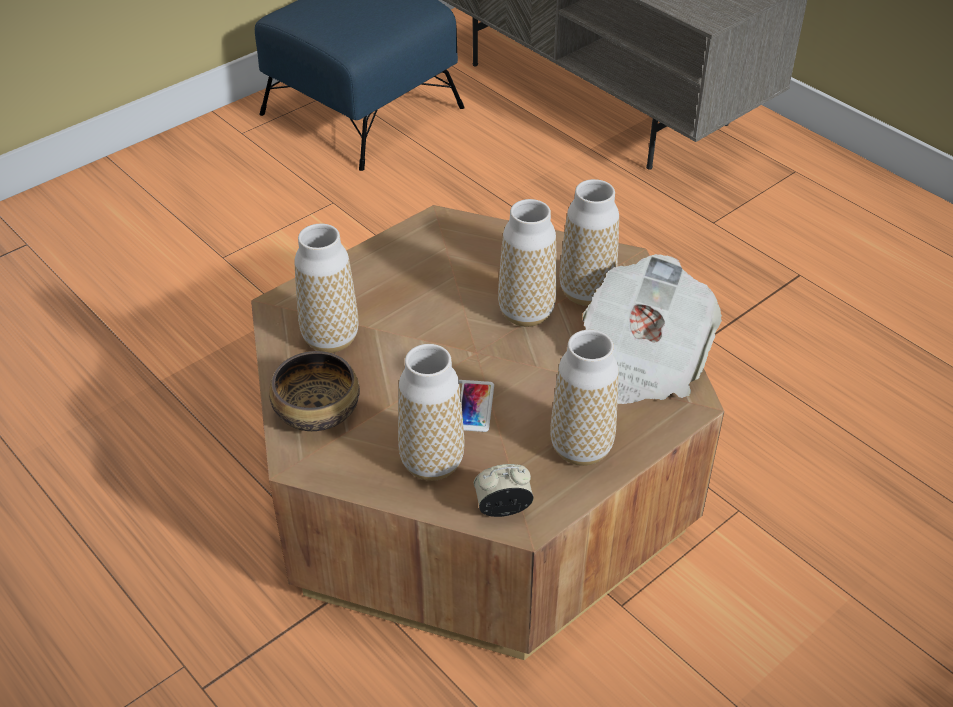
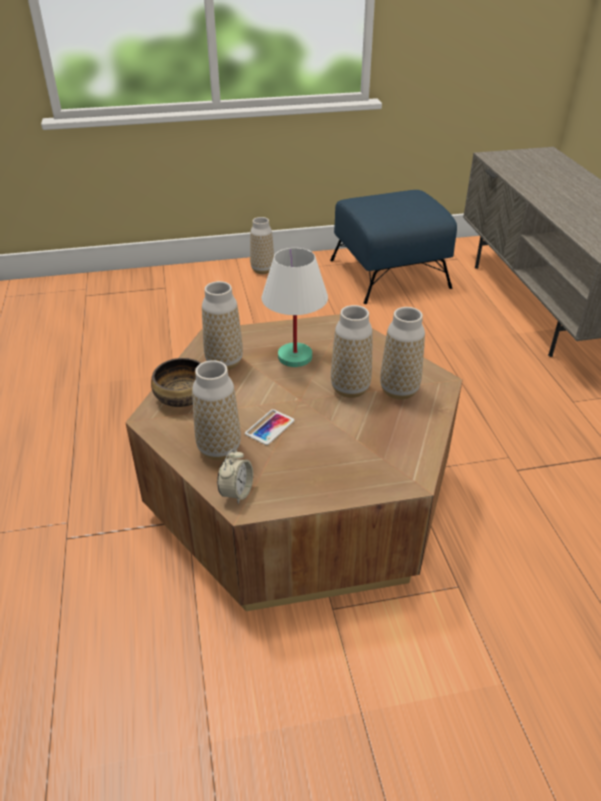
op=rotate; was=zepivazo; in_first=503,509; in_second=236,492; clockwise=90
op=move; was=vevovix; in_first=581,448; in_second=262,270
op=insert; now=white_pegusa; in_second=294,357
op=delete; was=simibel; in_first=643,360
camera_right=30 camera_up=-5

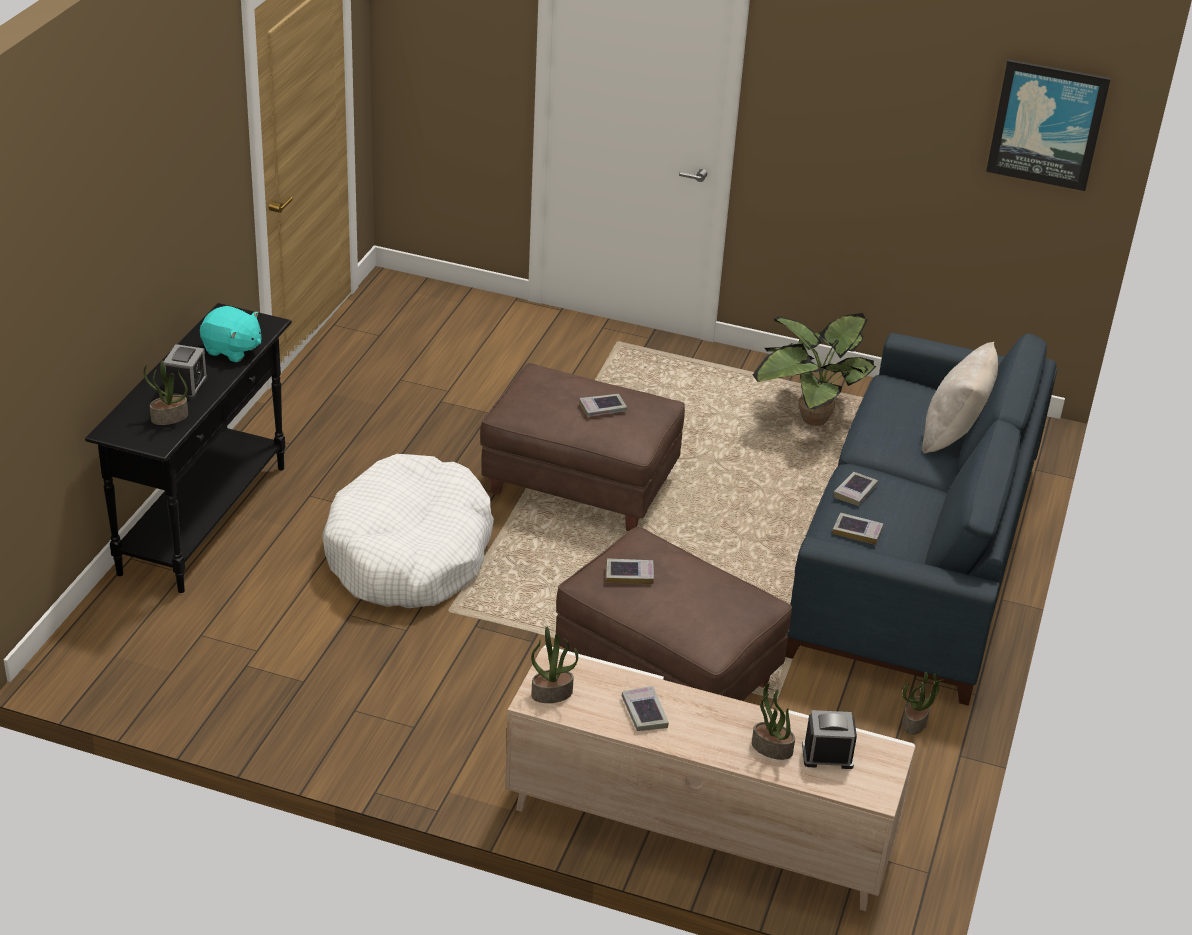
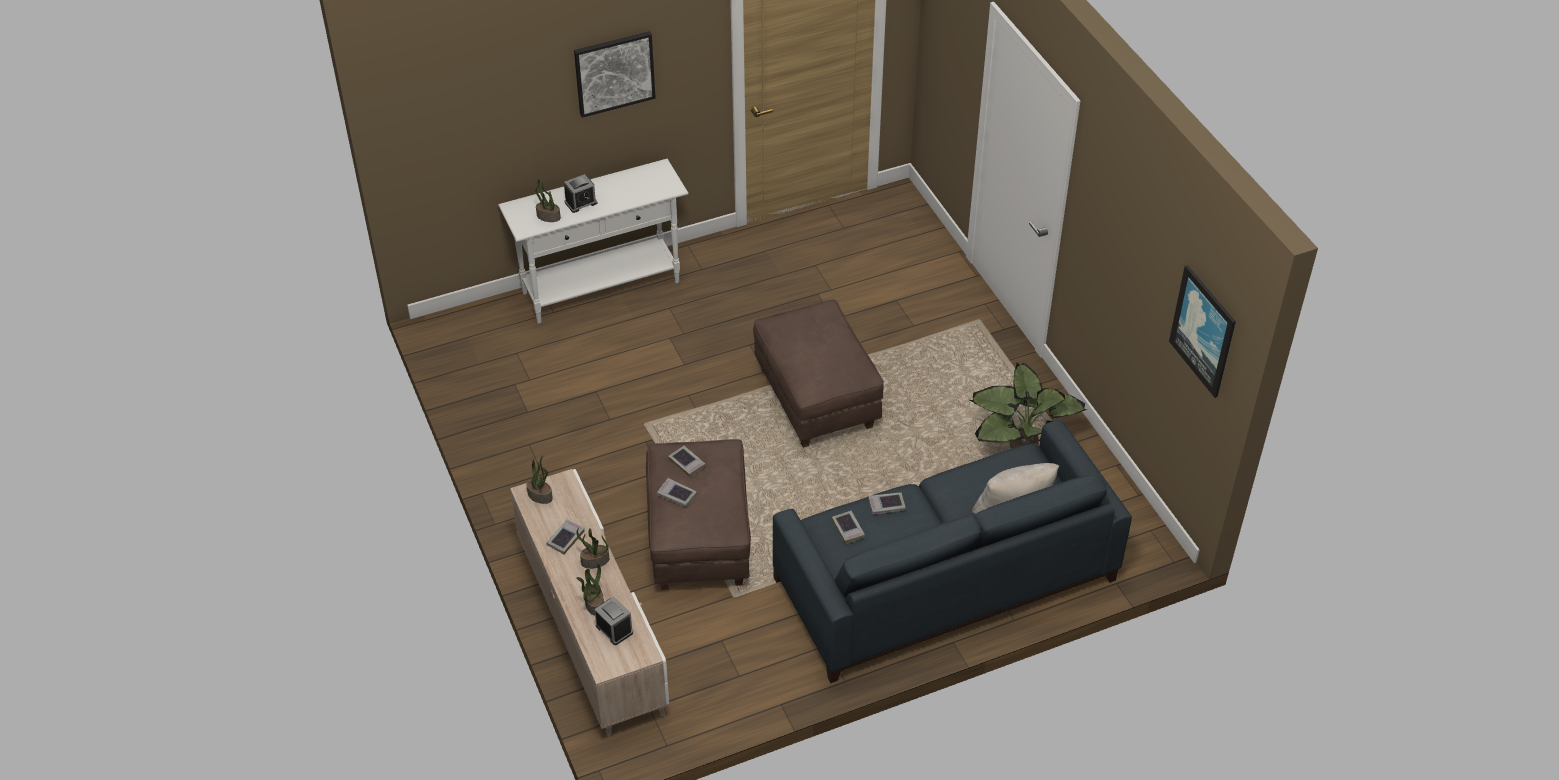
op=recolor; was=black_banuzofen; now=white_banuzofen; in_first=205,519; in_second=602,287
op=insert; now=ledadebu; in_second=614,73
op=move; was=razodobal; in_first=915,722; in_second=595,561
op=move; was=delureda; in_first=602,408; in_second=676,495
op=delete; was=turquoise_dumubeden; in_first=232,350
op=delete; was=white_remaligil; in_first=409,553
camera_right=50 camera_up=10

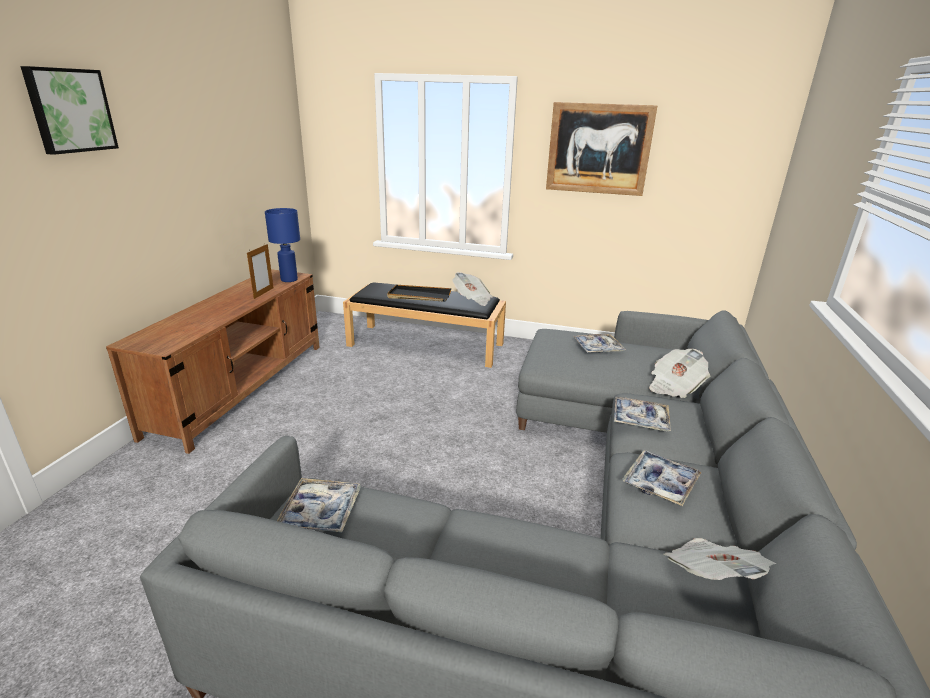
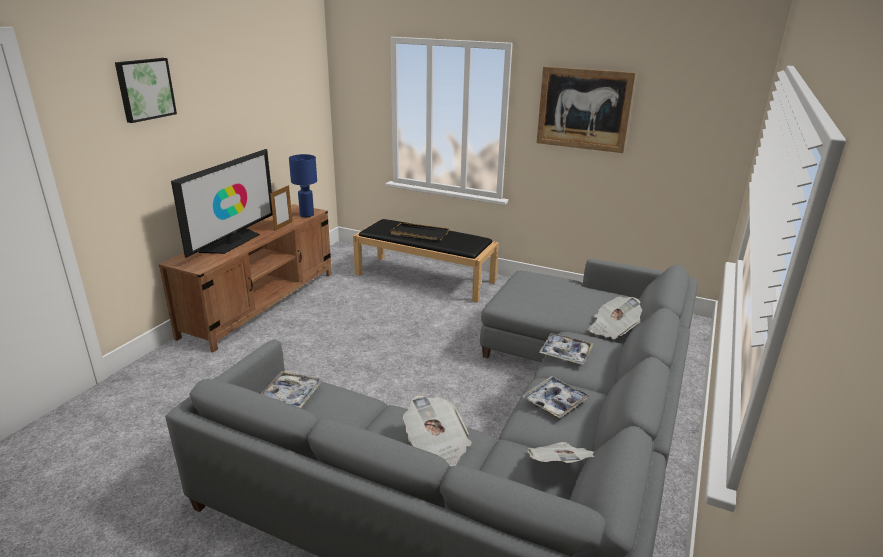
op=insert; now=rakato; in_second=233,242
op=move; was=simibel; in_first=472,299; in_second=437,445
op=delete; was=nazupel; in_first=598,348
camera_right=10 camera_up=0

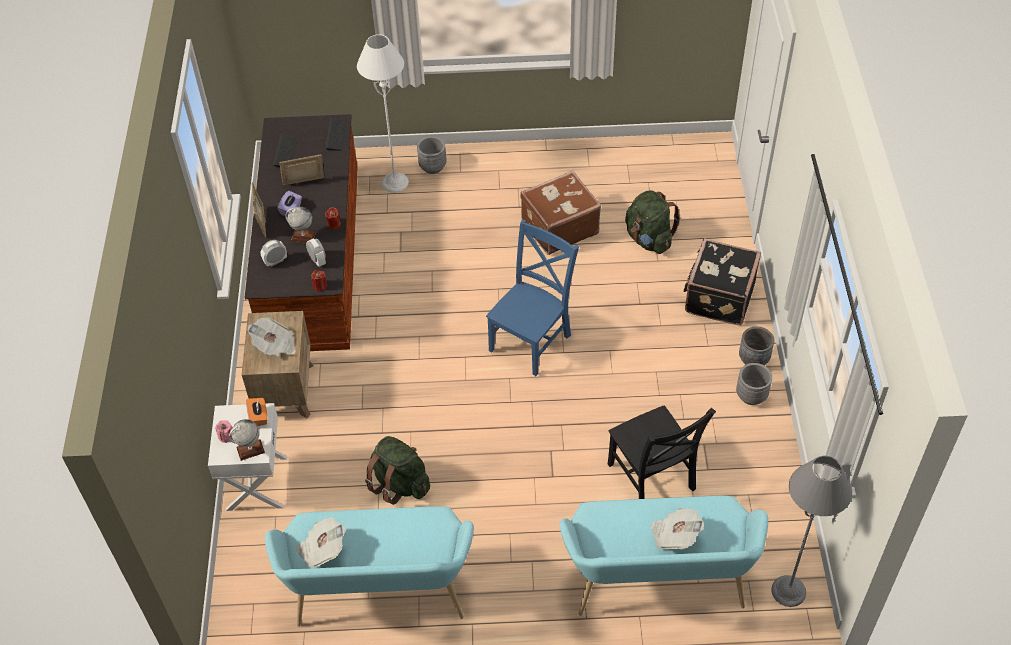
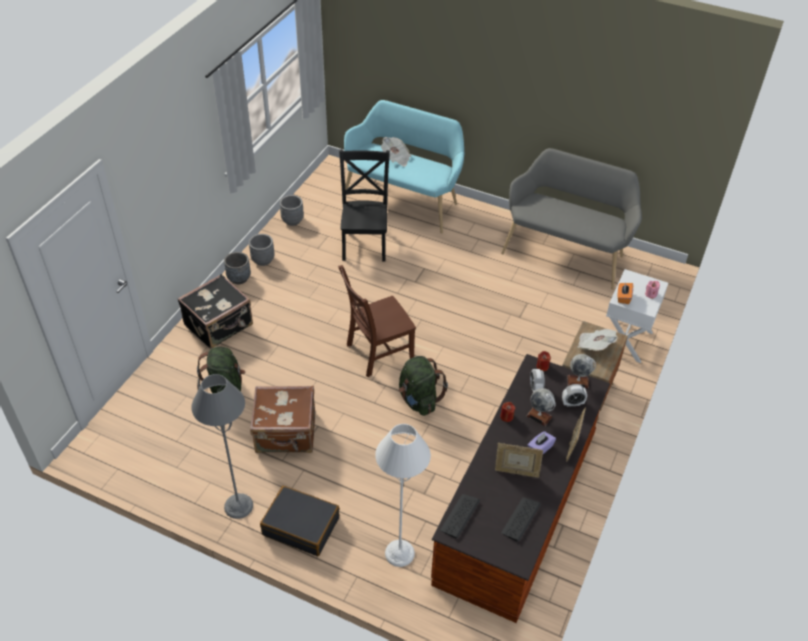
op=move; was=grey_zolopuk; in_first=788,591; in_second=238,506
op=insert; now=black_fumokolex; in_second=301,526
op=move; was=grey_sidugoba; in_first=433,167; in_second=292,220
op=recolor; was=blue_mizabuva; now=brown_mizabuva; in_first=532,340; in_second=377,352
op=move; was=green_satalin; in_first=399,483; in_second=419,400
op=recolor; was=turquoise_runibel; now=grey_runibel; in_first=380,594; in_second=566,252
op=move; was=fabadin; in_first=250,450; in_second=578,381
op=delete; was=simibel; in_first=322,549
camera_right=-155 camera_up=-5

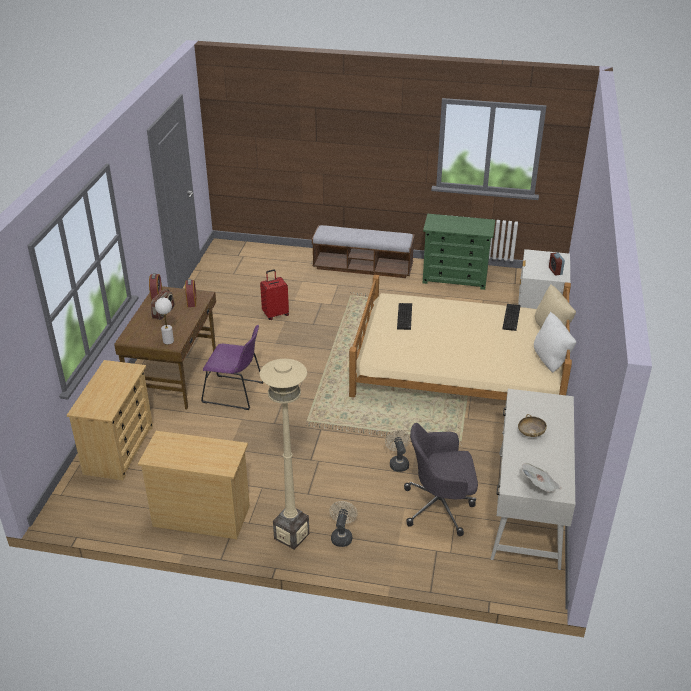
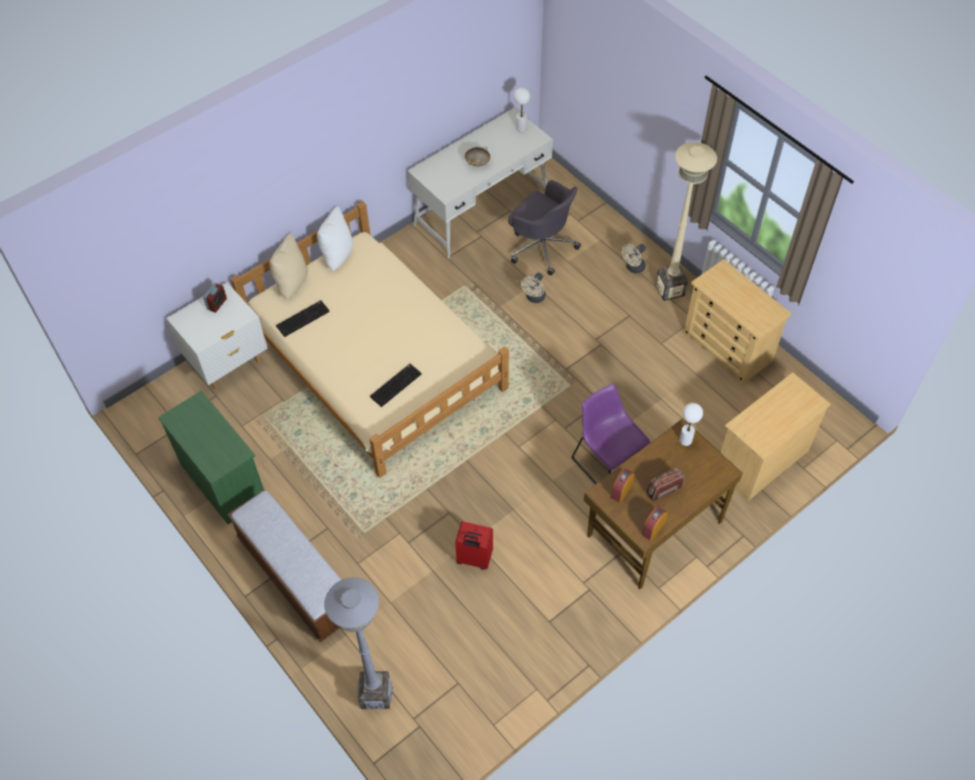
op=insert; now=grey_zolopuk; in_second=376,694
op=replace; was=simibel; now=white_pegusa; in_first=540,486; in_second=521,128
camera_right=-140 camera_up=20

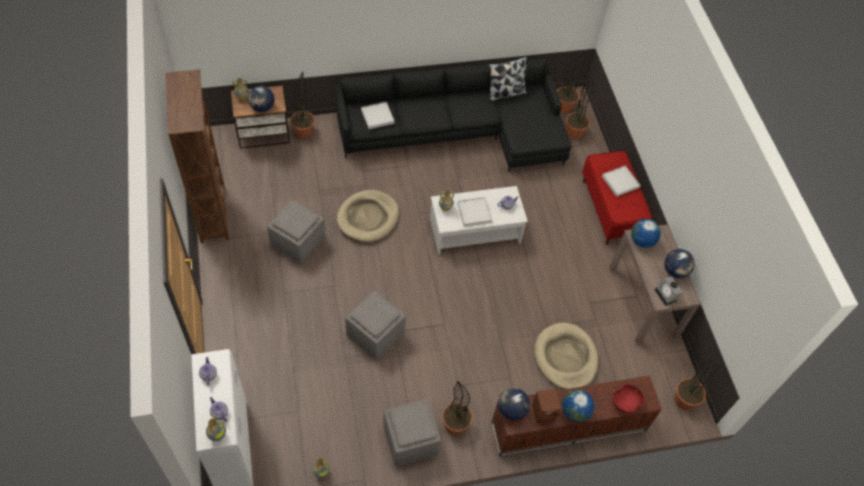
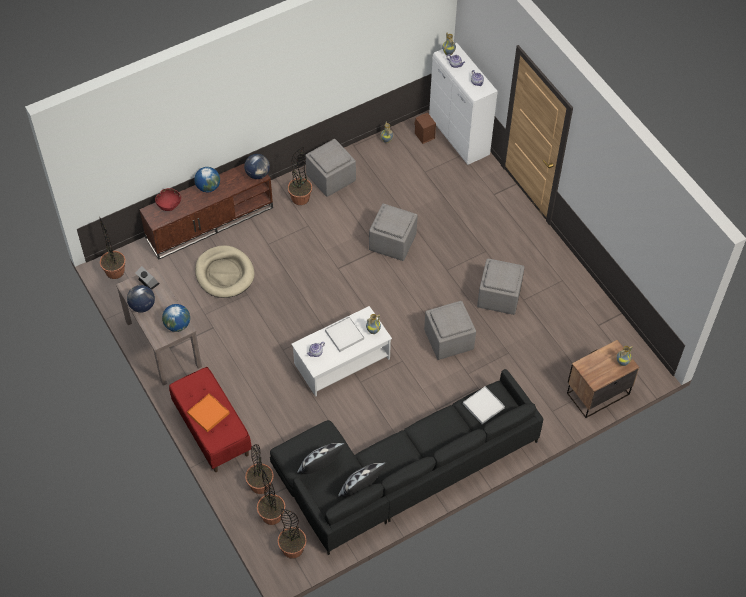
op=recolor; was=white_nazupel; now=orange_nazupel; in_first=620,182; in_second=208,413
op=move; was=razodobal; in_first=303,131; in_second=260,485
op=insert; now=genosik; in_second=320,466
op=move; was=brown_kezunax; in_first=544,412; in_second=424,136
op=replace; was=beige_remaligil; now=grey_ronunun; in_first=368,218; in_second=448,340
op=delete; was=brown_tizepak; in_first=213,214
op=delete; was=fabadin; in_first=262,108
camera_right=165 camera_up=0

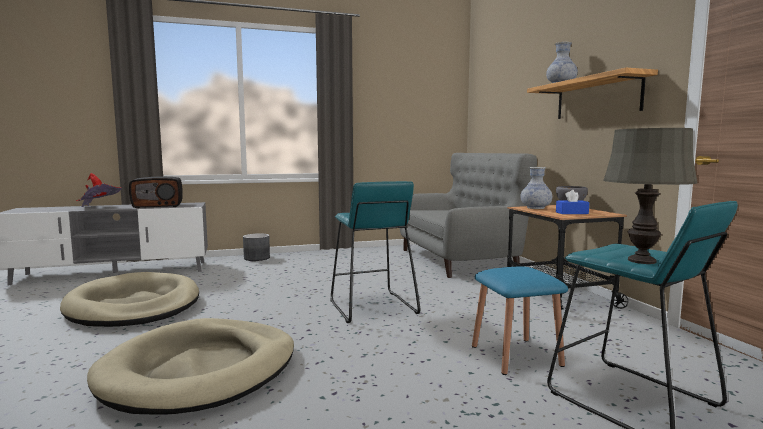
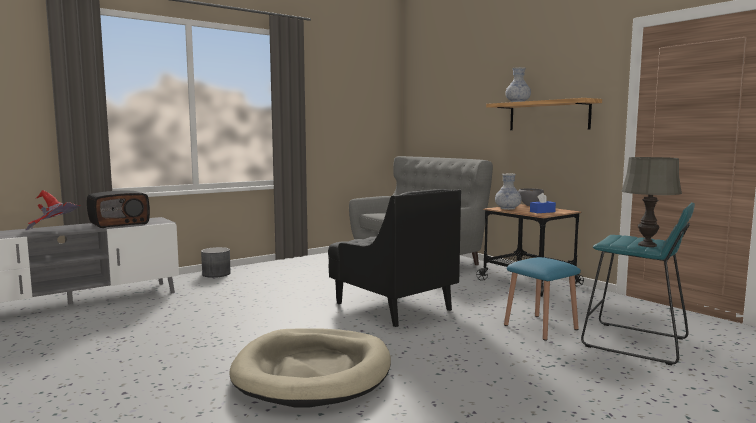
op=replace; was=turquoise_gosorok; now=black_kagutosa; in_first=371,307; in_second=391,306
op=delete; was=beige_remaligil; in_first=134,306
camera_right=-20 camera_up=0

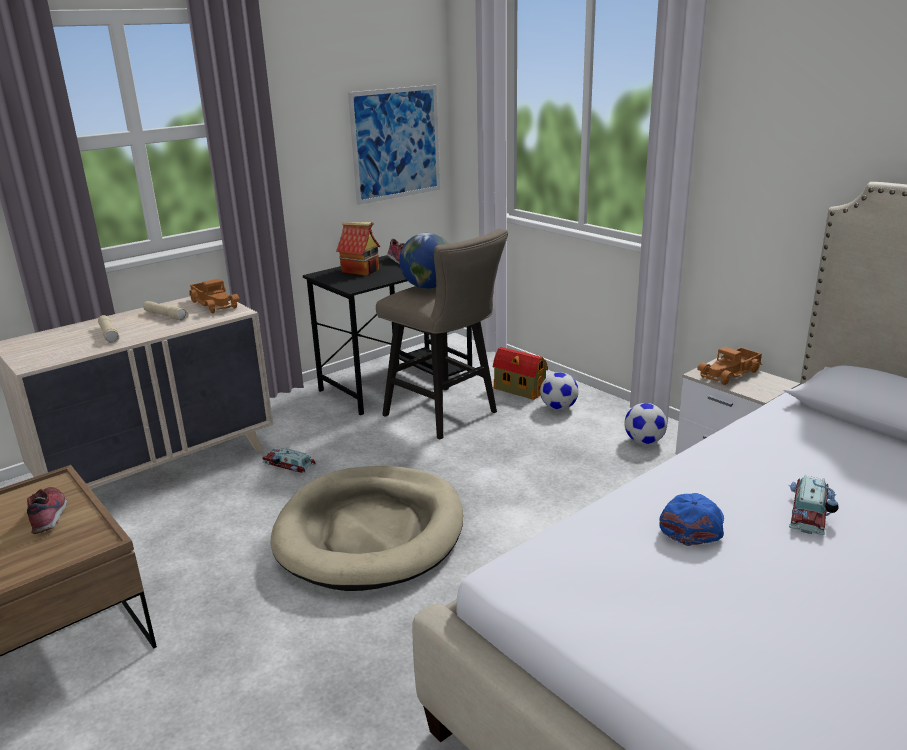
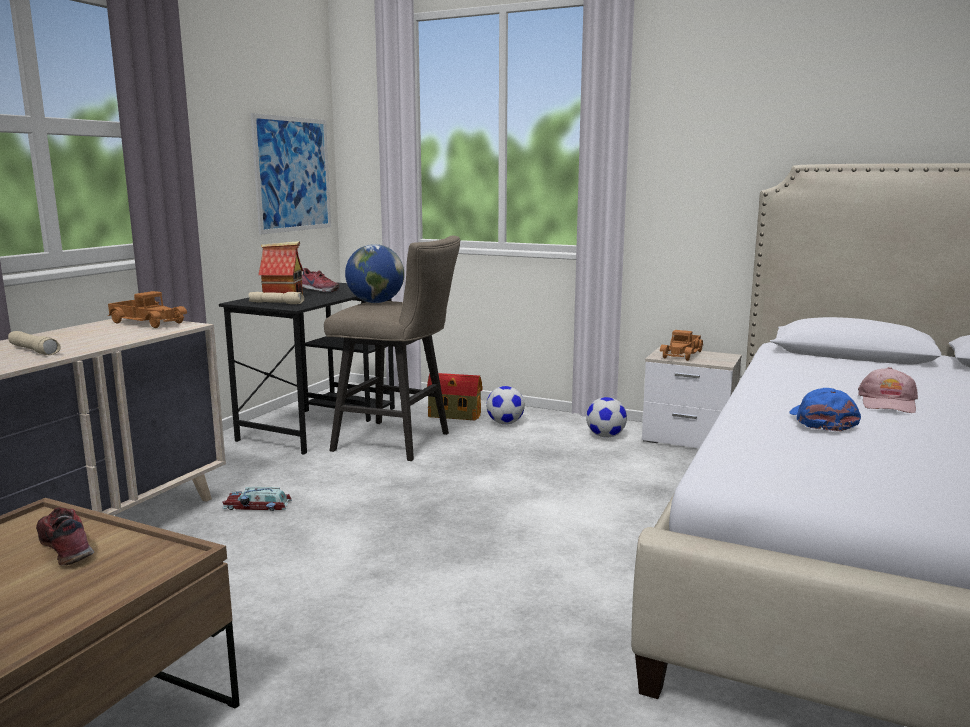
op=move; was=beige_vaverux; in_first=166,316; in_second=277,303
op=replace; was=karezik; now=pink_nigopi; in_first=811,511; in_second=888,403
op=delete; was=beige_remaligil; in_first=371,532
camera_right=-25 camera_up=-10

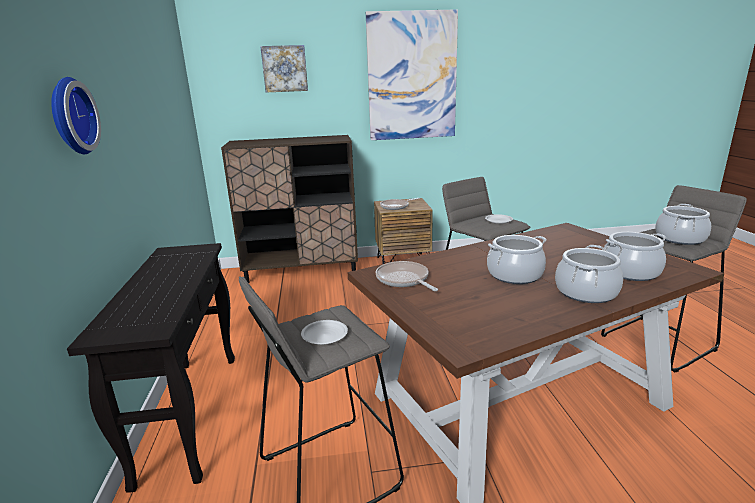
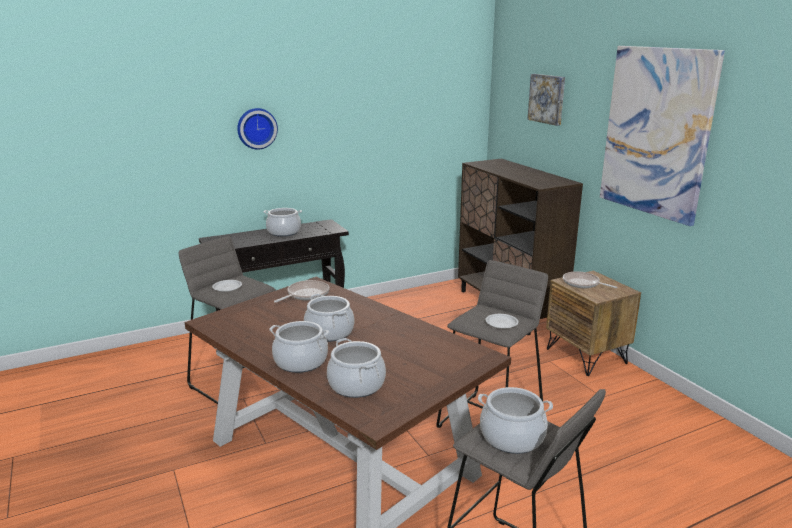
op=insert; now=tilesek; in_second=284,232
camera_right=70 camera_up=0

